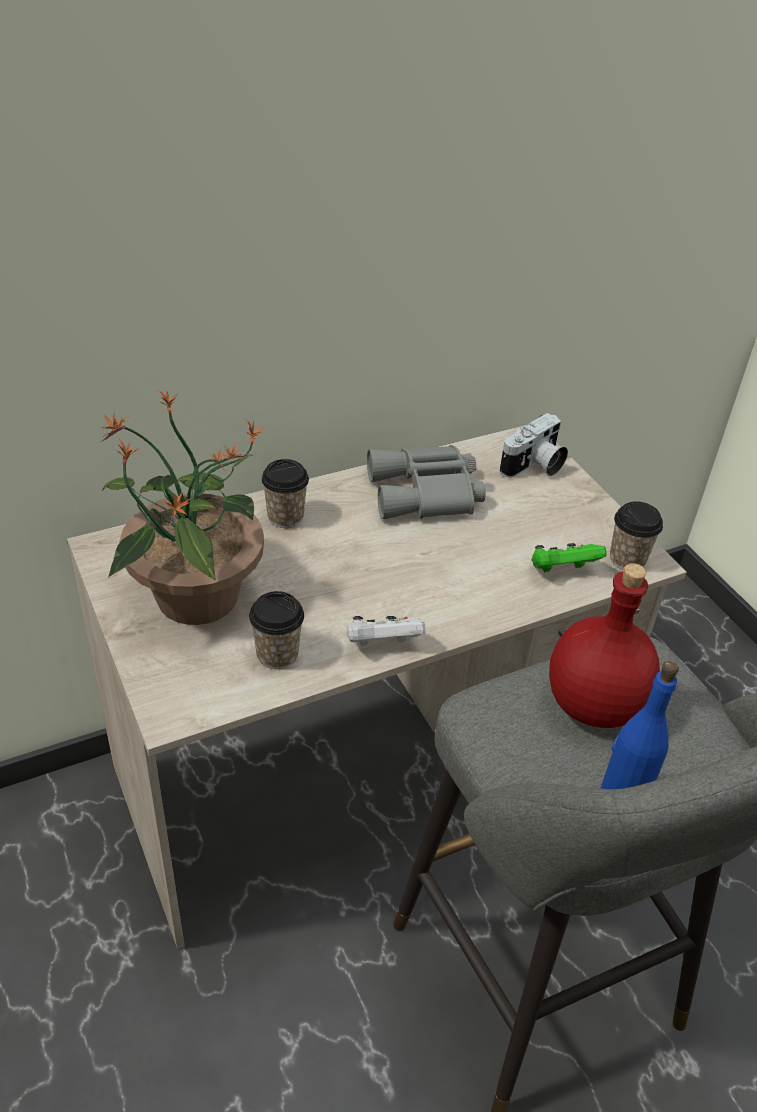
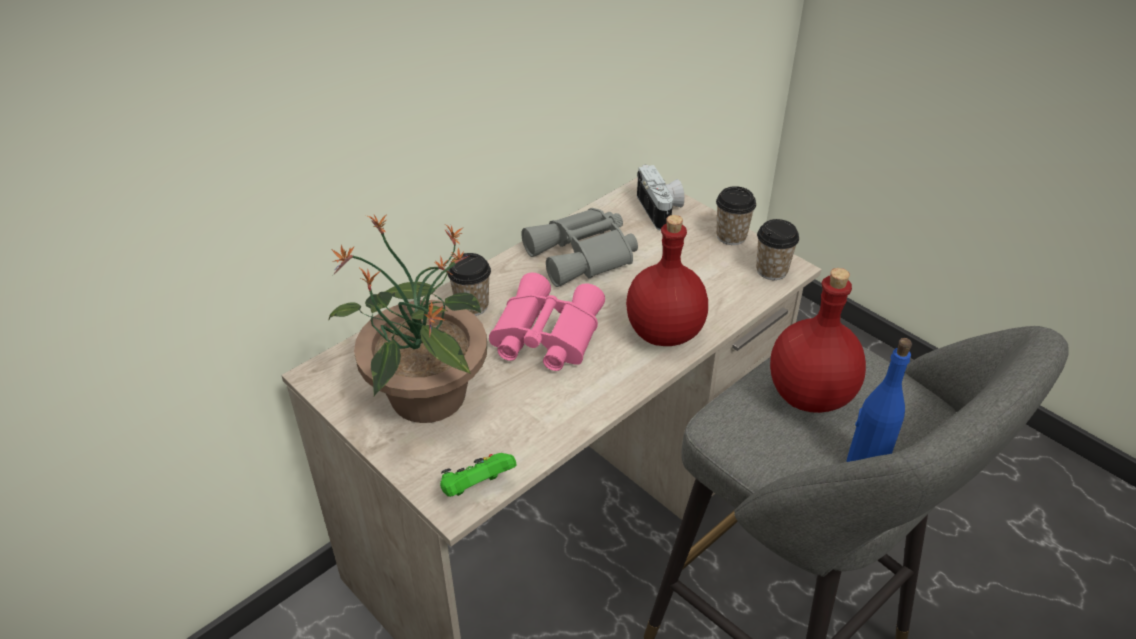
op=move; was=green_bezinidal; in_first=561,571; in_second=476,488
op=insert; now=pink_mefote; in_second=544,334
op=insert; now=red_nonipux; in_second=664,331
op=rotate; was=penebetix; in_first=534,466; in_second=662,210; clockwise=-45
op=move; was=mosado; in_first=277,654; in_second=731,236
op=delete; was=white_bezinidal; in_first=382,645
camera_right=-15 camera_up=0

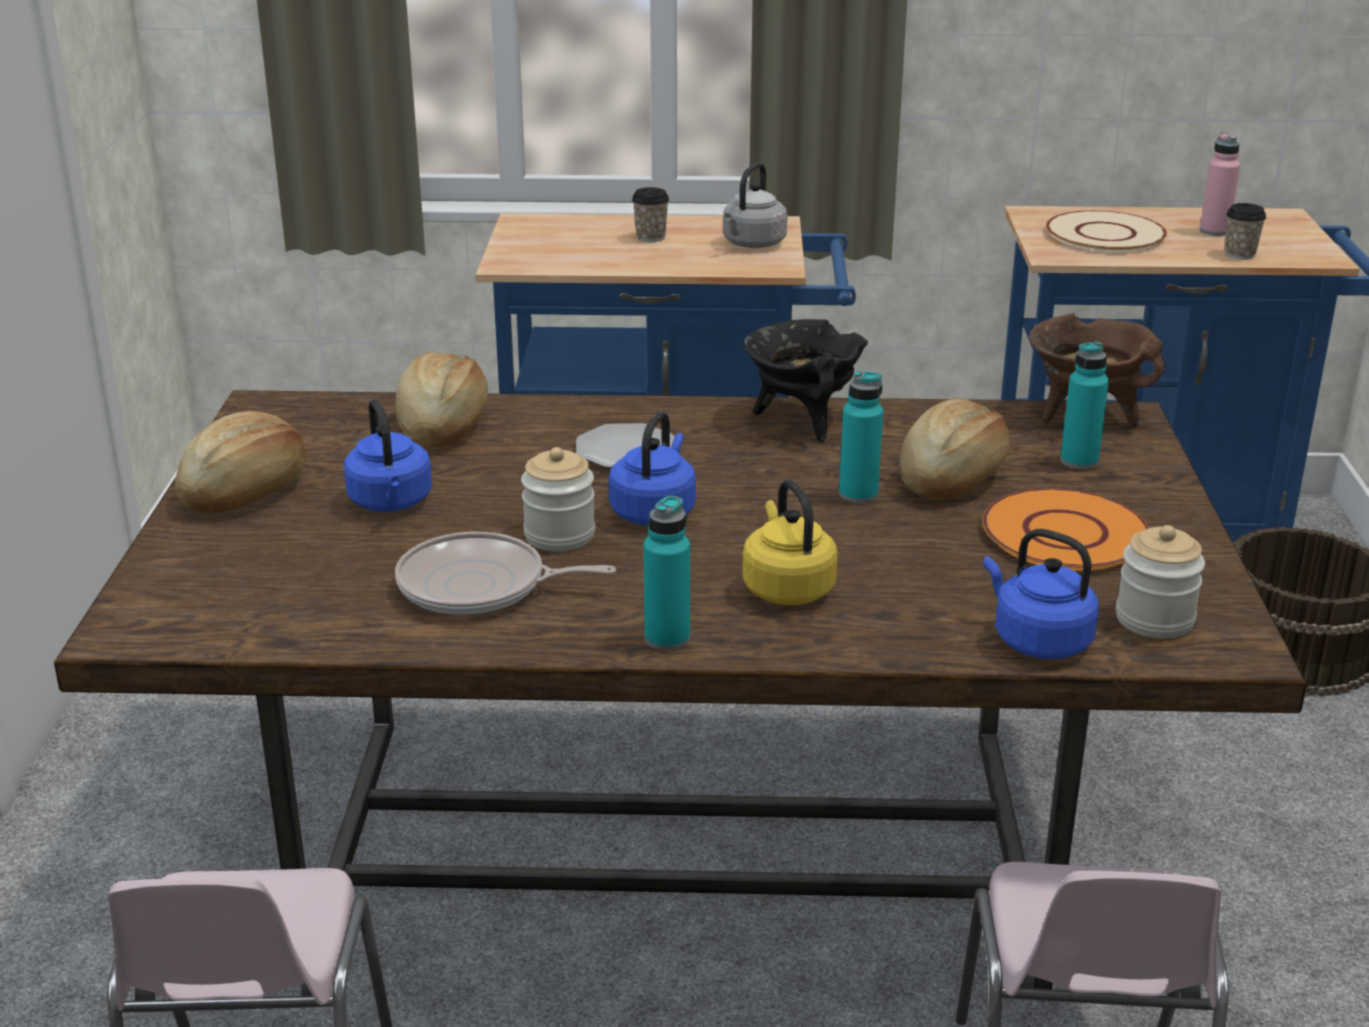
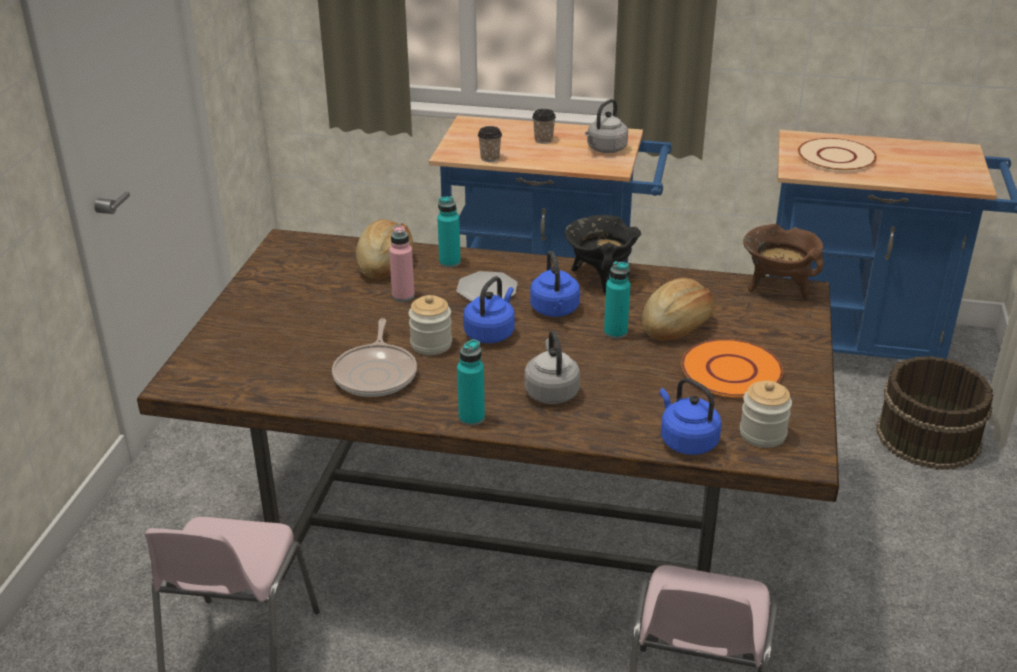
op=rotate; was=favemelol; in_first=479,587; in_second=376,374; clockwise=-105
op=move; was=pink_nonipux; in_first=1214,231; in_second=403,296
op=move; was=turquoise_nonipux; in_first=1079,461; in_second=449,262
op=move; was=mosado; in_first=1239,254; in_second=490,158
op=recolor; was=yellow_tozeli; now=grey_tozeli; in_first=786,588; in_second=551,391
op=move; was=blue_tozeli; in_first=391,503; in_second=555,310
op=delete; was=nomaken; in_first=247,491
camera_right=10 camera_up=5

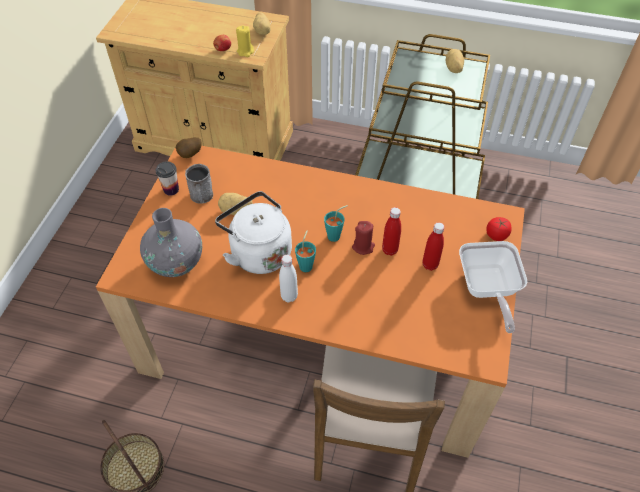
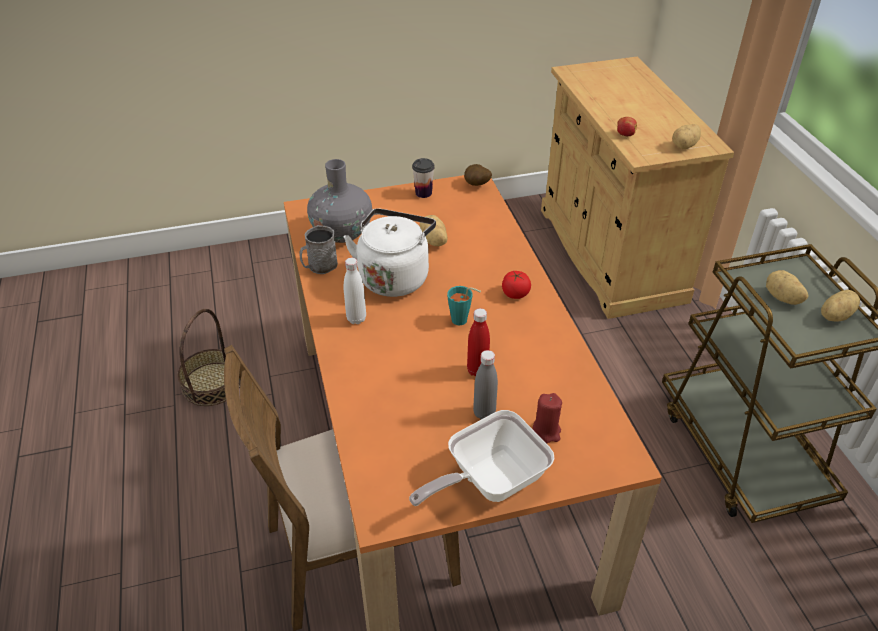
op=move; was=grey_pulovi; in_first=202,197; in_second=319,266
op=recolor; was=red_nonipux; now=grey_nonipux; in_first=430,265; in_second=484,413
op=move; was=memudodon; in_first=496,235; in_second=515,294
op=move; was=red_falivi; in_first=363,247; in_second=546,431
op=insert; now=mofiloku; in_second=782,298
op=delete; was=yellow_falivi; in_first=245,51
op=delete; was=turquoise_mosado; in_first=307,264
camera_right=60 camera_up=-10

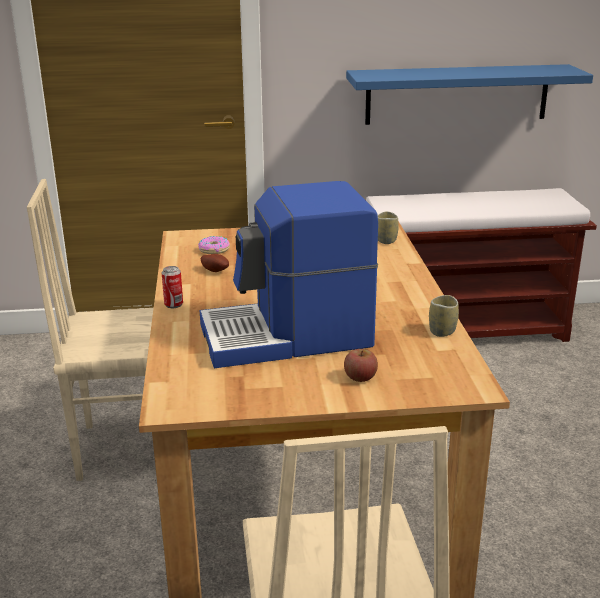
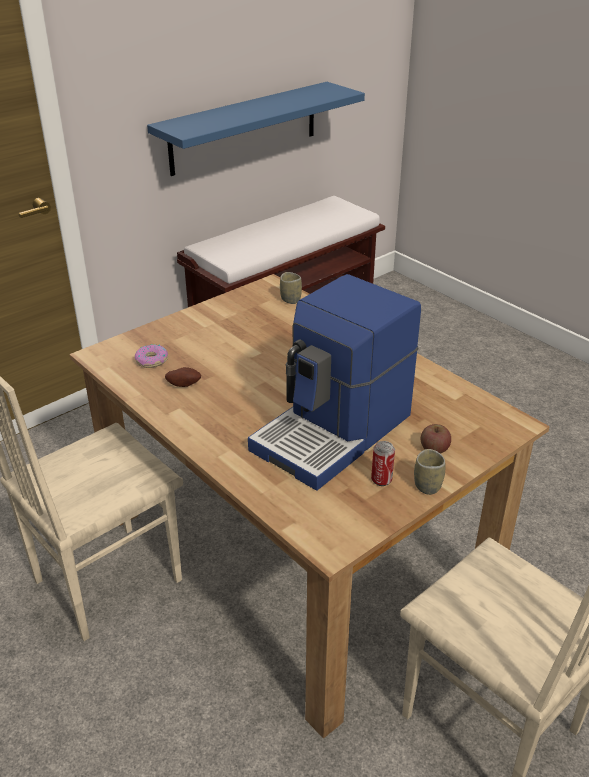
op=move; was=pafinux; in_first=173,304; in_second=381,480
op=move; was=mosado; in_first=442,331; in_second=427,486
camera_right=-35 camera_up=10

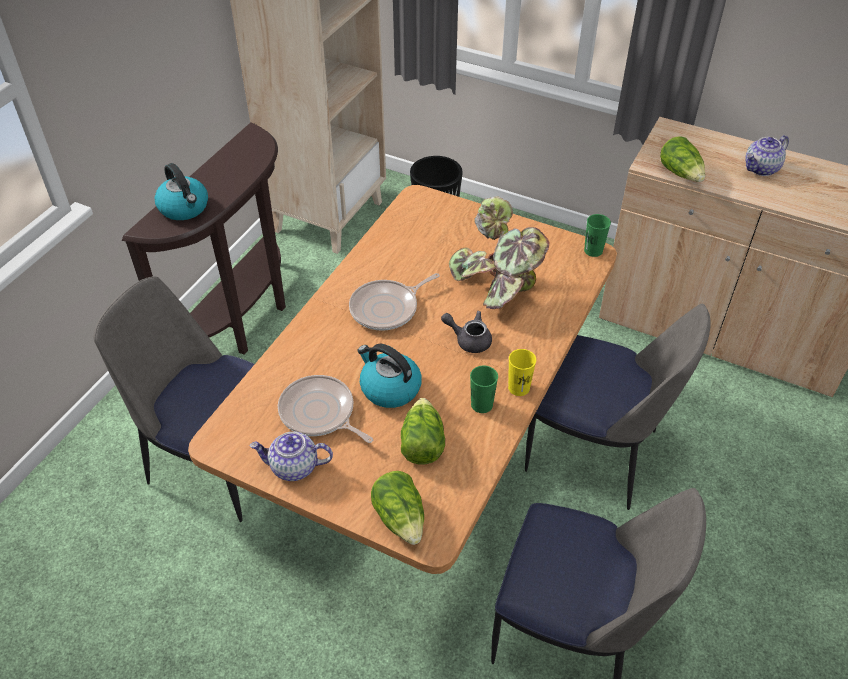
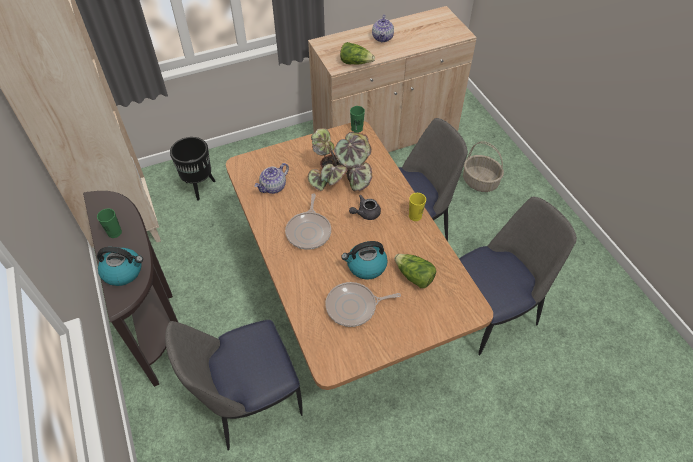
op=move; was=green_mosado; in_first=481,405; in_second=114,232
op=move; was=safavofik; in_first=293,467; in_second=273,187
op=insert; now=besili; in_second=480,182
op=delete; was=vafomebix; in_first=401,518
camera_right=-50 camera_up=5

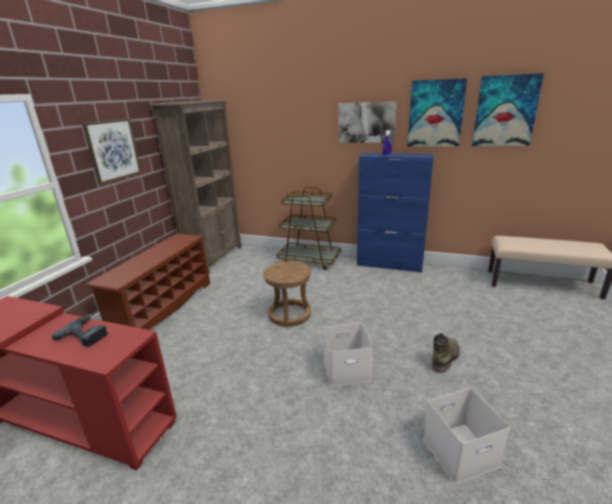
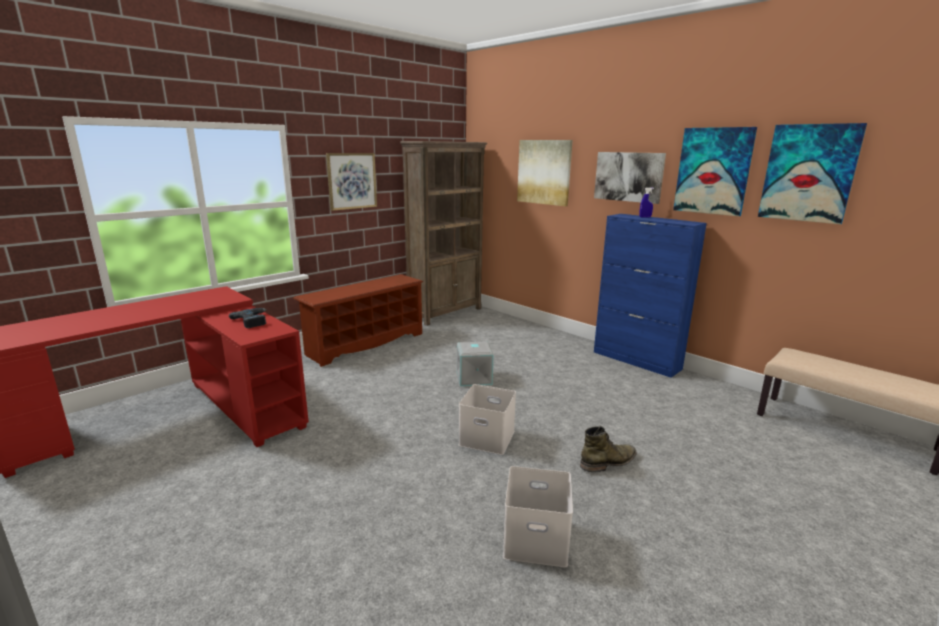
op=replace; was=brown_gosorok; now=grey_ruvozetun; in_first=290,314; in_second=475,378
op=insert; now=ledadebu; in_second=544,172
op=delete; was=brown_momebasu; in_first=309,260
camera_right=25 camera_up=-5

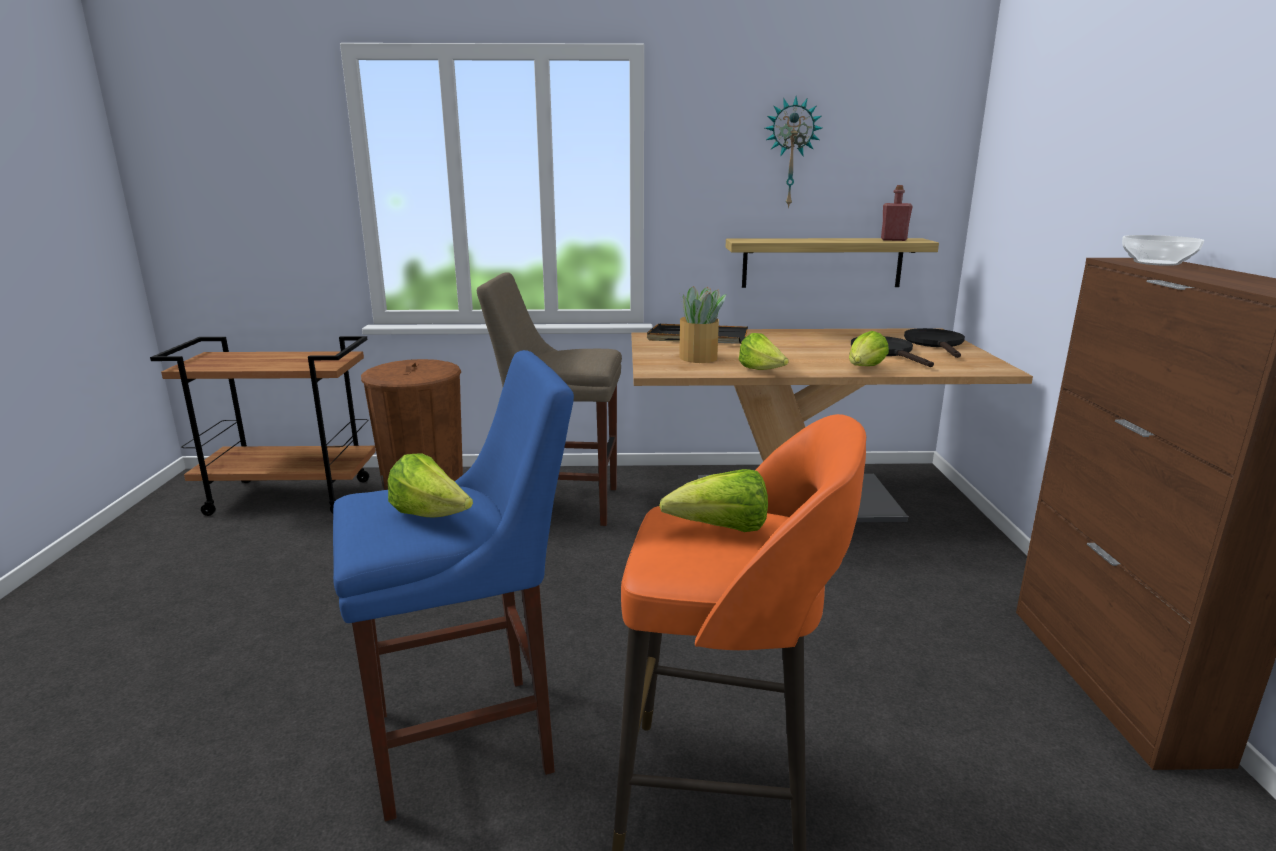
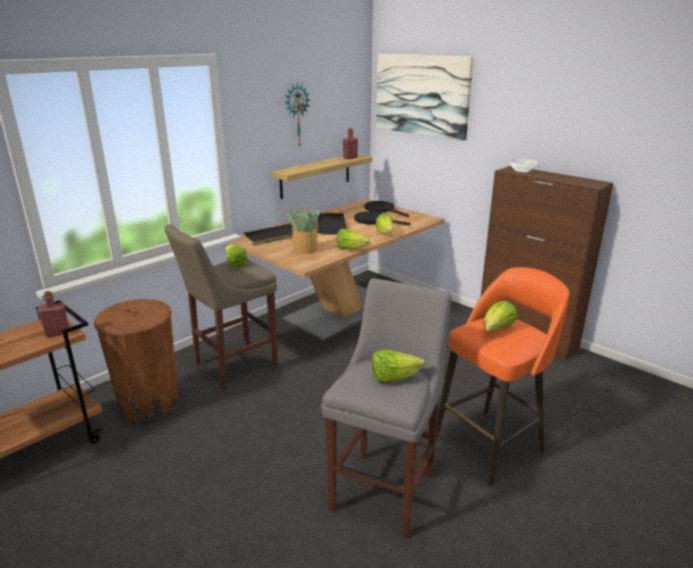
op=insert; now=red_nonipux; in_second=57,333
op=insert; now=vafomebix; in_second=235,264
op=insert; now=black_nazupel; in_second=330,225
op=recolor; was=blue_gosorok; now=grey_gosorok; in_first=472,739; in_second=385,488
op=insert; now=ledadebu; in_second=422,95
camera_right=-45 camera_up=5

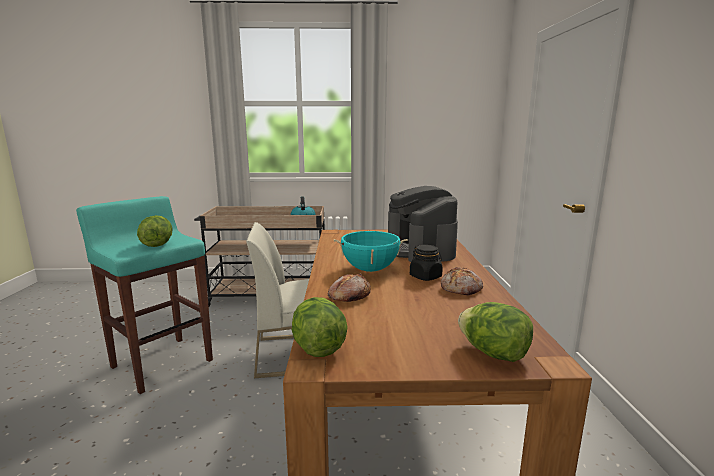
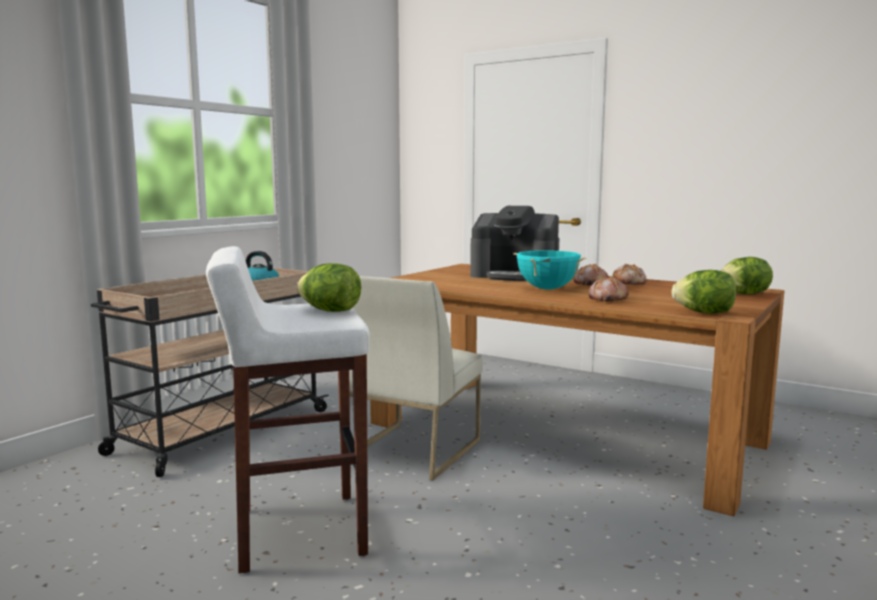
op=recolor; was=turquoise_gosorok; now=white_gosorok; in_first=162,363; in_second=297,531
op=replace; was=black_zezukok; now=nomaken; in_first=425,277; in_second=590,283
camera_right=-55 camera_up=-5

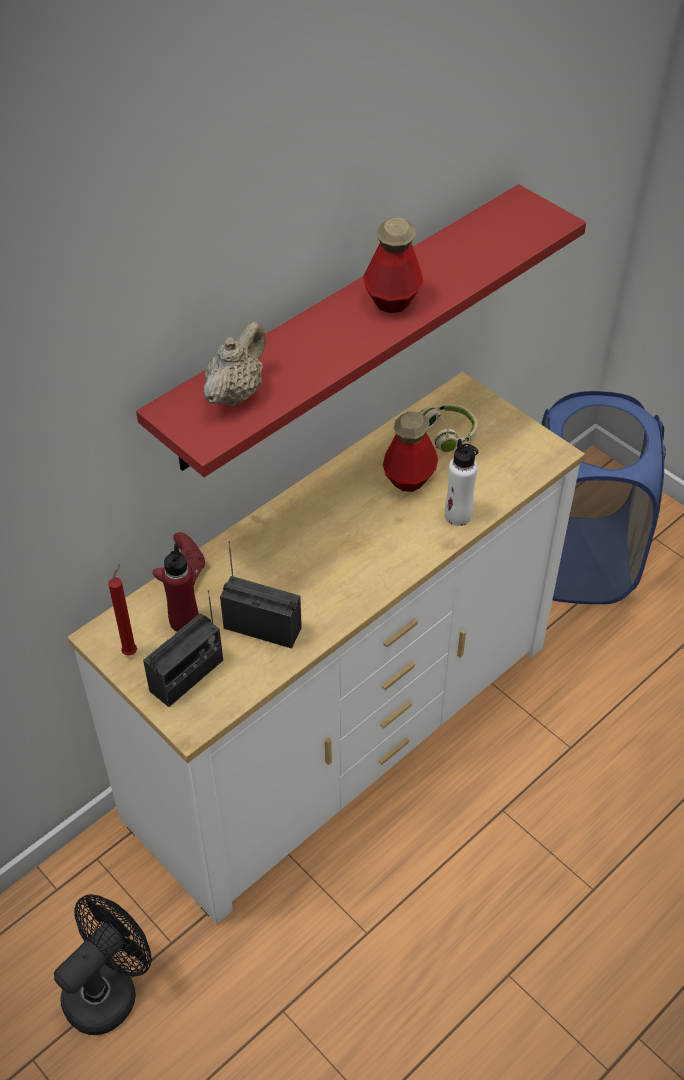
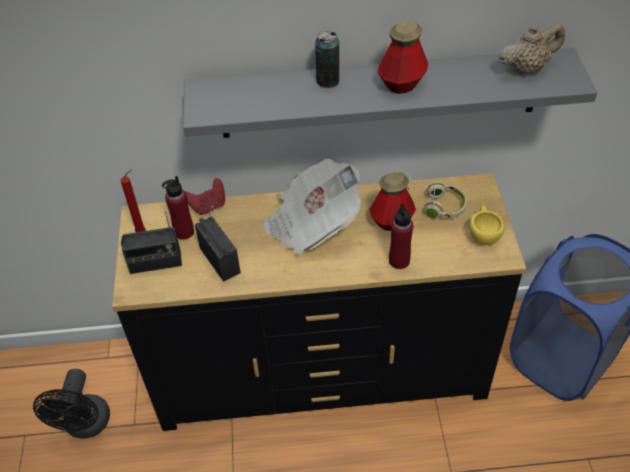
op=rotate; was=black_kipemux; in_first=108,989; in_second=86,426; clockwise=105
op=recolor; was=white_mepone; now=black_mepone; in_first=340,729; in_second=321,368
op=recolor; was=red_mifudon; now=grey_mifudon; in_first=344,327; in_second=379,94
op=insert; now=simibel; in_second=312,223
op=insert; now=pafinux; in_second=327,81
op=recolor; was=white_nonipux; now=red_nonipux; in_first=458,515; in_second=399,261
op=insert; now=yellow_mosado; in_second=483,234
op=move; was=beige_safavofik; in_first=236,393; in_second=527,68
camera_right=40 camera_up=0

